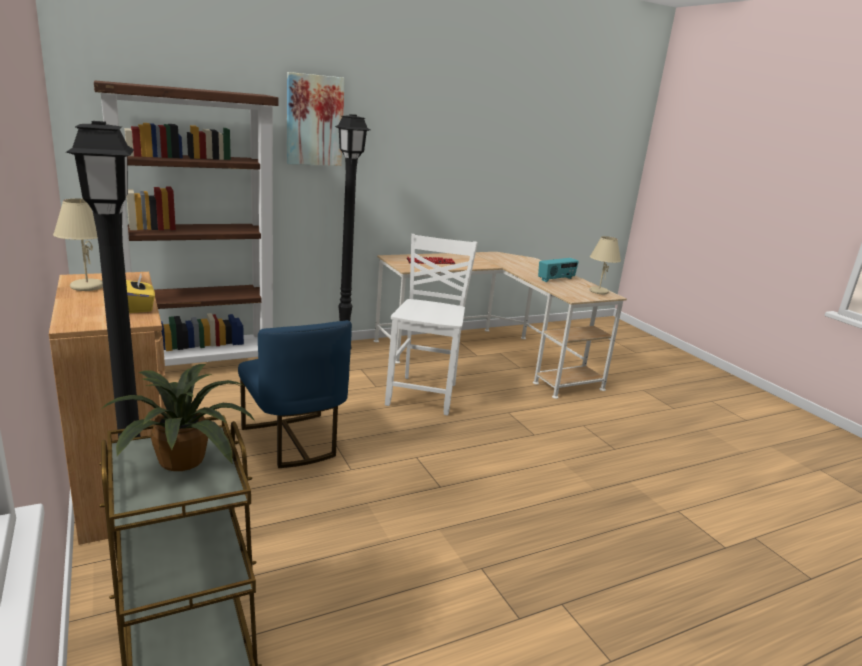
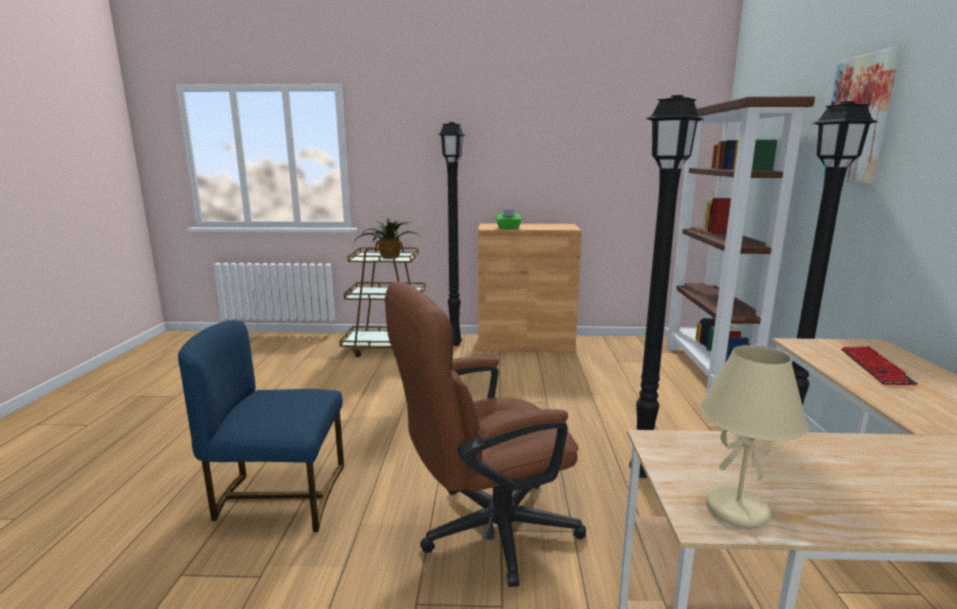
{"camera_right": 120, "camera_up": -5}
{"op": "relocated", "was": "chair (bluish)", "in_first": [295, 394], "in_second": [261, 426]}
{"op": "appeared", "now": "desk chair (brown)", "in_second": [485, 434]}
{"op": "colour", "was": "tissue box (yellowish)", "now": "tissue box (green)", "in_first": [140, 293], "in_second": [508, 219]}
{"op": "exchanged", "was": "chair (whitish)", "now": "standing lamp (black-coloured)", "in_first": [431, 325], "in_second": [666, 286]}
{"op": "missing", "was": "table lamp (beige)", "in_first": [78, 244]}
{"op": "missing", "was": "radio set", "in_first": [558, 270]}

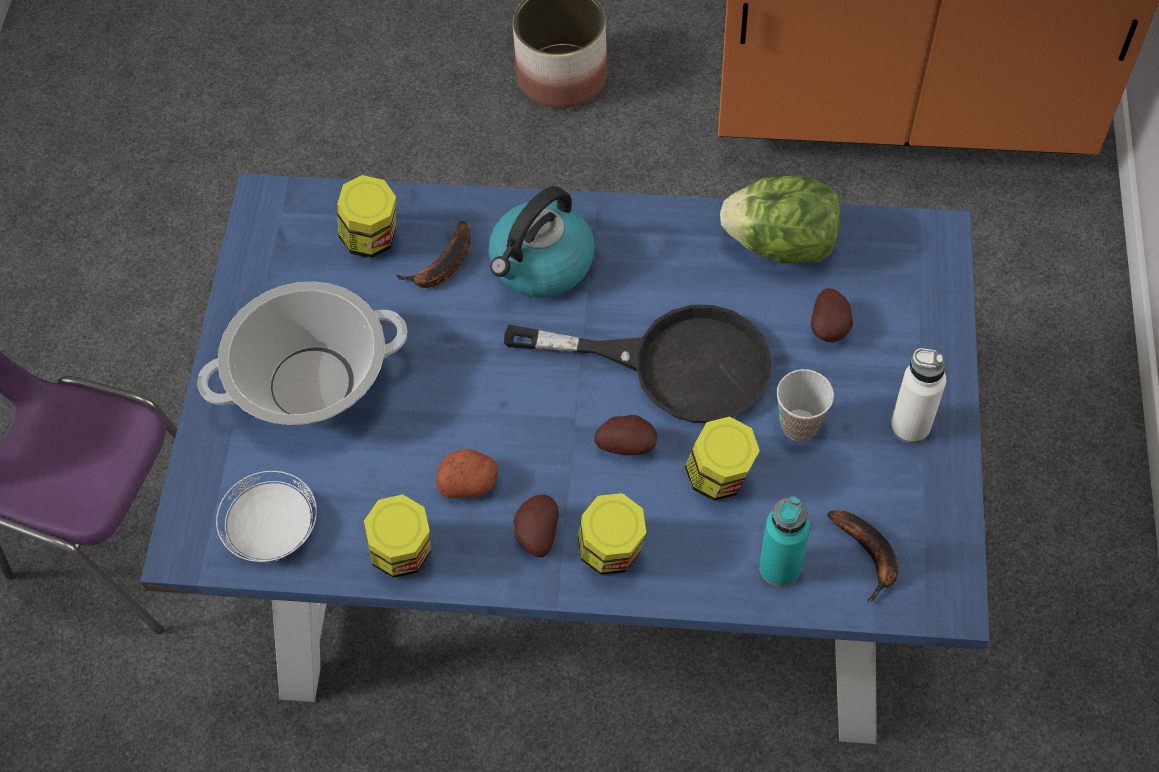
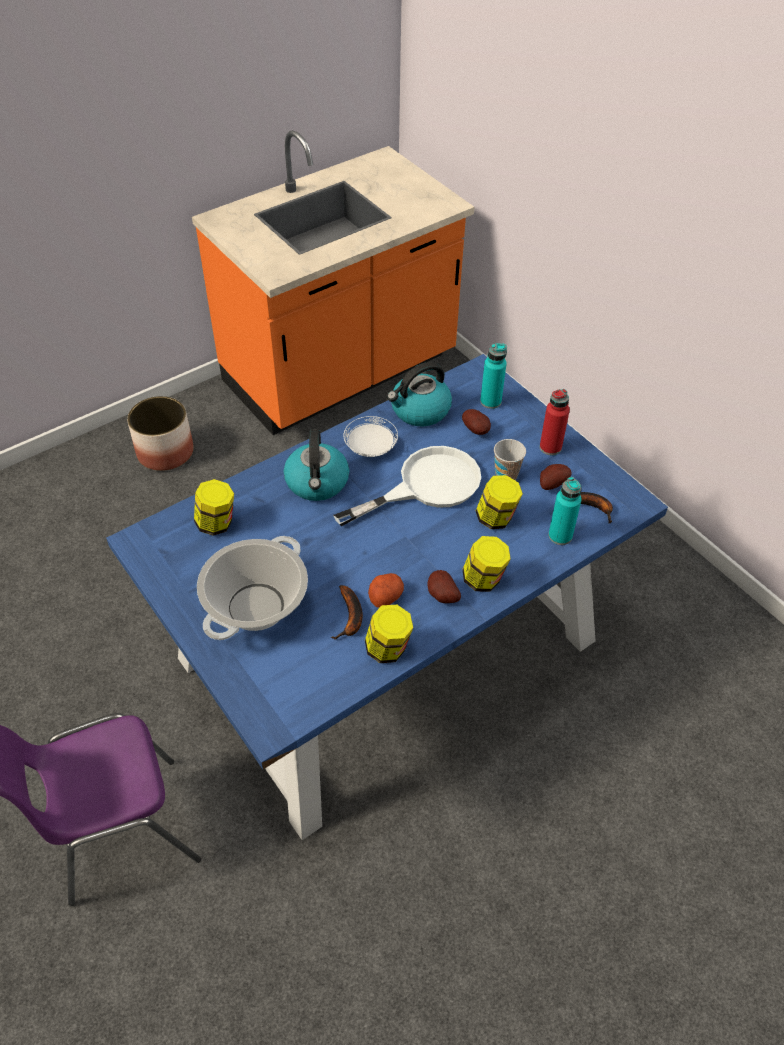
{"camera_right": -45, "camera_up": -10}
{"op": "relocated", "was": "banana", "in_first": [432, 254], "in_second": [346, 612]}
{"op": "colour", "was": "pan (black-coloured)", "now": "pan (whitish)", "in_first": [637, 364], "in_second": [407, 486]}
{"op": "relocated", "was": "plate (whitish)", "in_first": [266, 516], "in_second": [370, 436]}
{"op": "exchanged", "was": "lettuce", "now": "water kettle", "in_first": [780, 219], "in_second": [419, 394]}
{"op": "appeared", "now": "beverage bottle (turquoise)", "in_second": [493, 376]}
{"op": "colour", "was": "beverage bottle (whitish)", "now": "beverage bottle (red)", "in_first": [918, 396], "in_second": [555, 422]}
{"op": "relocated", "was": "whole potato", "in_first": [625, 435], "in_second": [556, 477]}

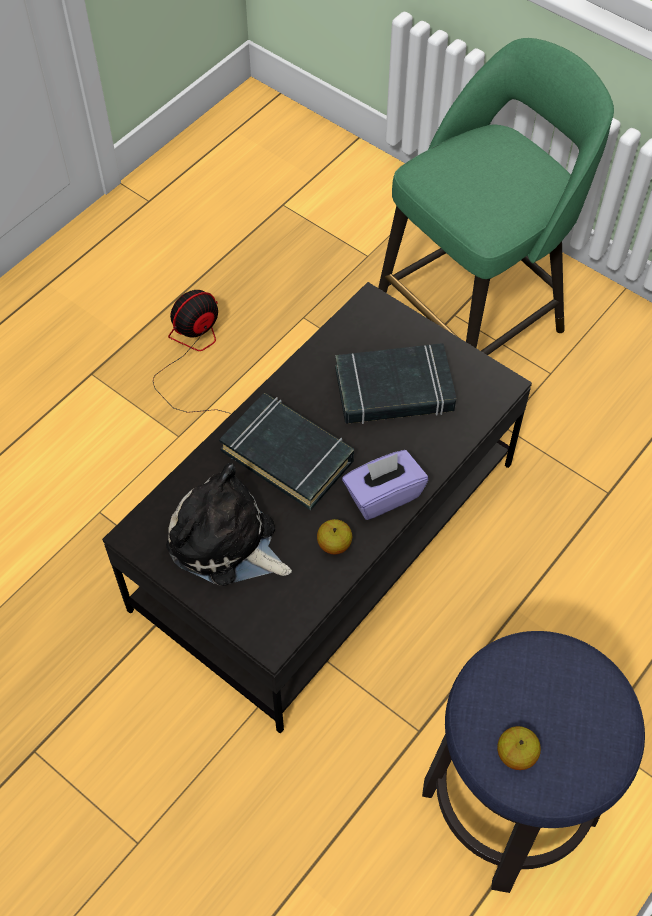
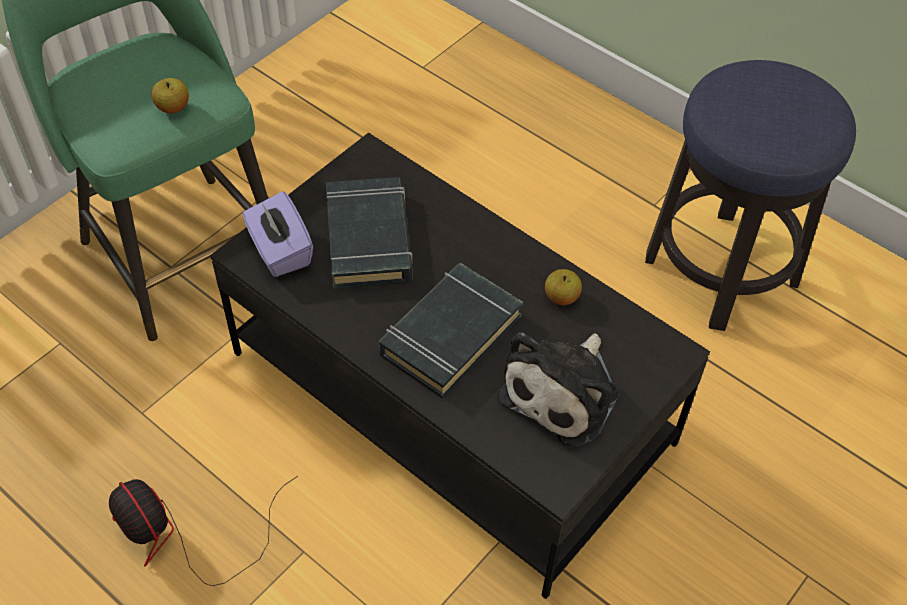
{"camera_right": -90, "camera_up": -5}
{"op": "relocated", "was": "whole apple", "in_first": [519, 748], "in_second": [170, 95]}
{"op": "relocated", "was": "tissue box (purplish)", "in_first": [385, 485], "in_second": [277, 234]}

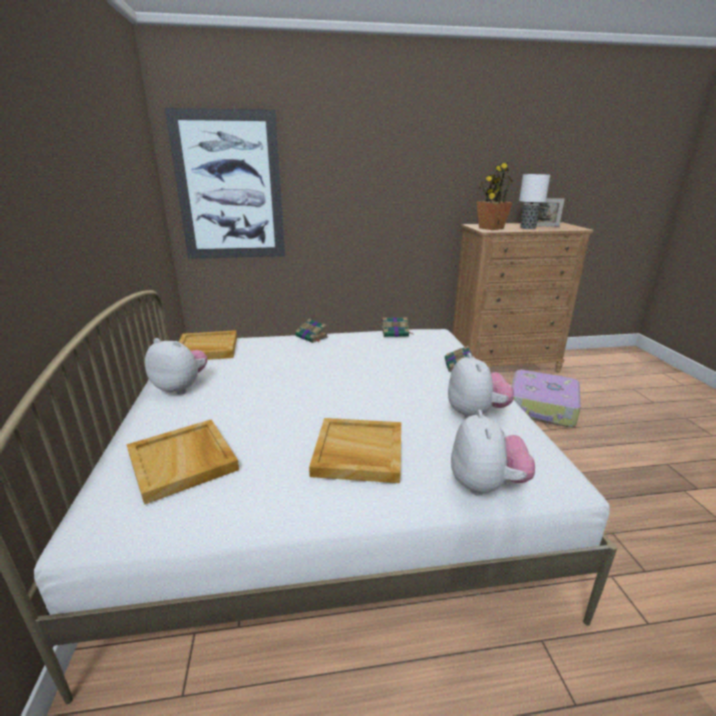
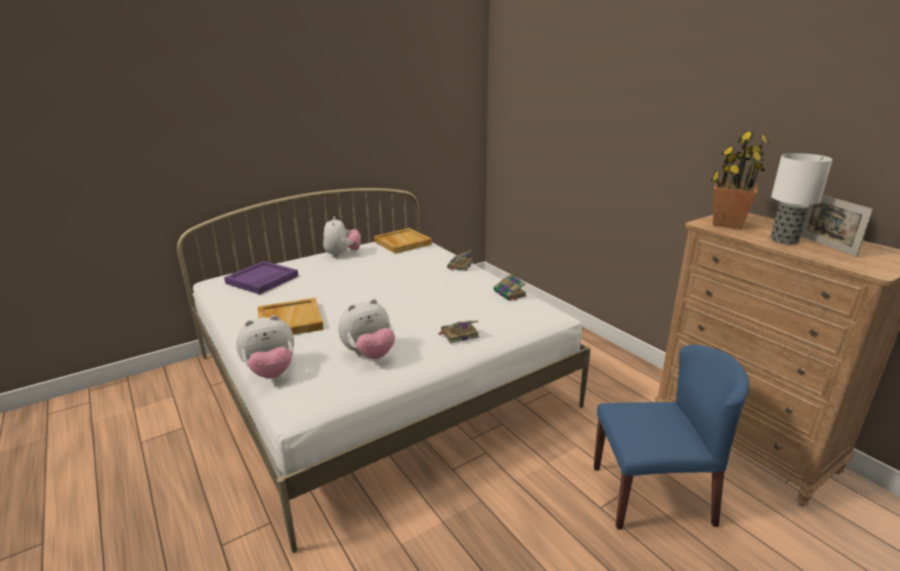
{"camera_right": 65, "camera_up": 0}
{"op": "colour", "was": "tray (beige)", "now": "tray (purplish)", "in_first": [183, 462], "in_second": [261, 278]}
{"op": "exchanged", "was": "piece of luggage", "now": "chair (bluish)", "in_first": [546, 398], "in_second": [671, 437]}
{"op": "missing", "was": "picture", "in_first": [225, 183]}

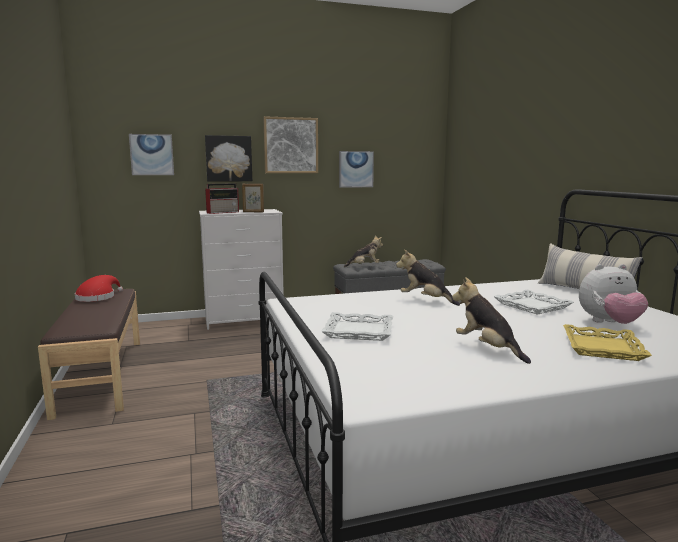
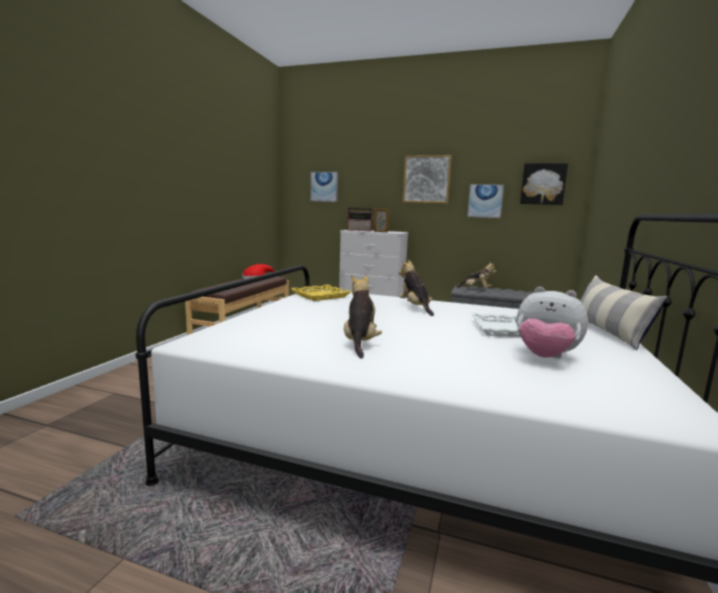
{"camera_right": 35, "camera_up": 0}
{"op": "relocated", "was": "tray (yellowish)", "in_first": [607, 342], "in_second": [321, 292]}
{"op": "relocated", "was": "picture", "in_first": [228, 158], "in_second": [544, 184]}
{"op": "missing", "was": "tray (whitish)", "in_first": [357, 326]}

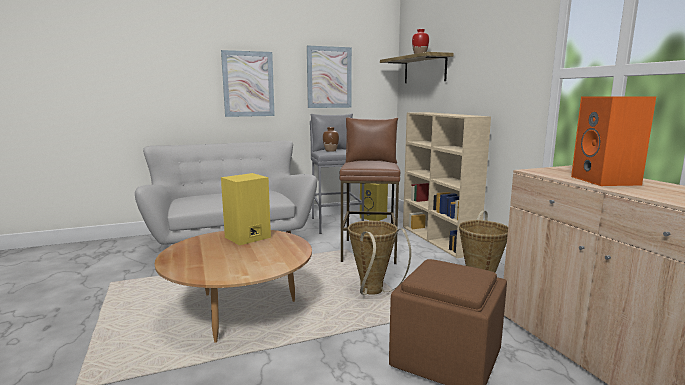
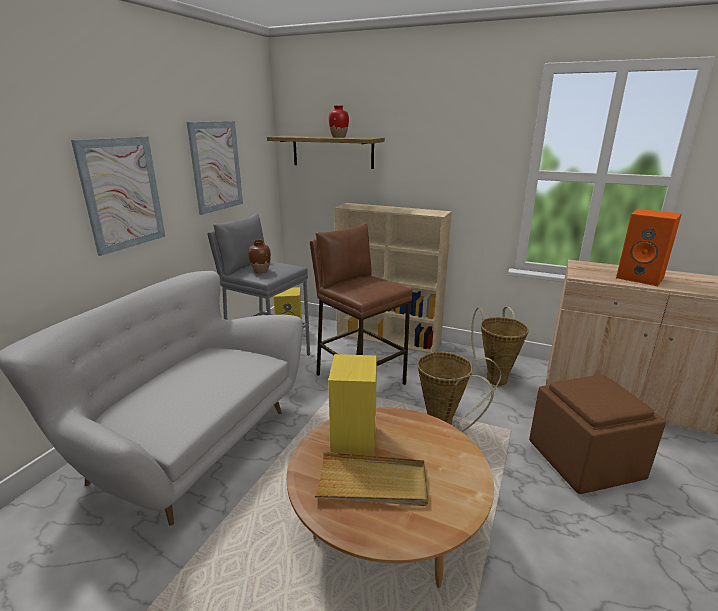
{"camera_right": -45, "camera_up": 10}
{"op": "appeared", "now": "tray (beige)", "in_second": [371, 479]}

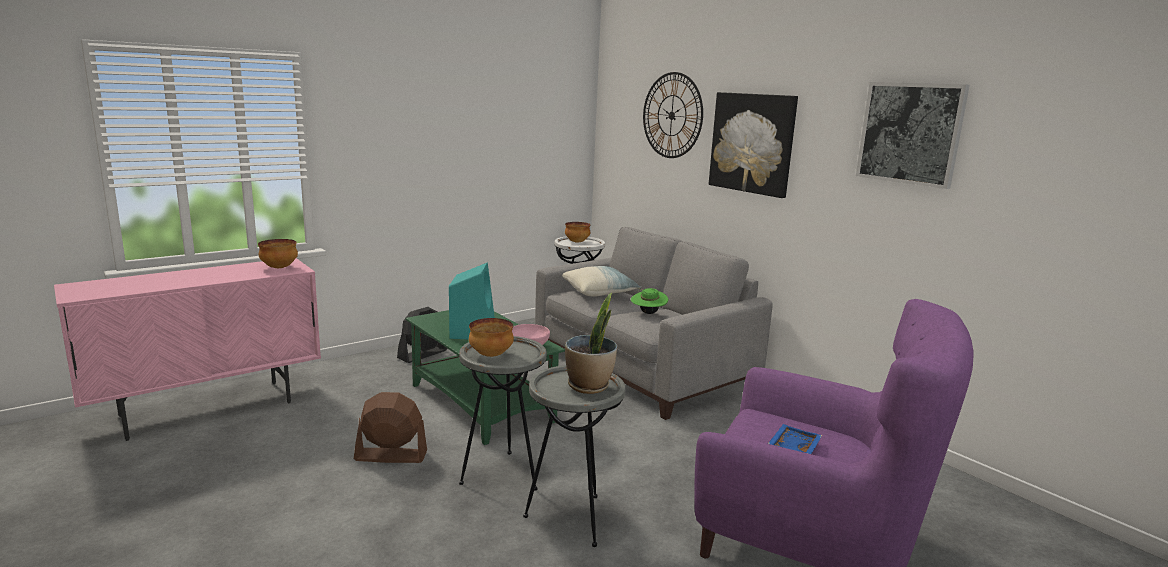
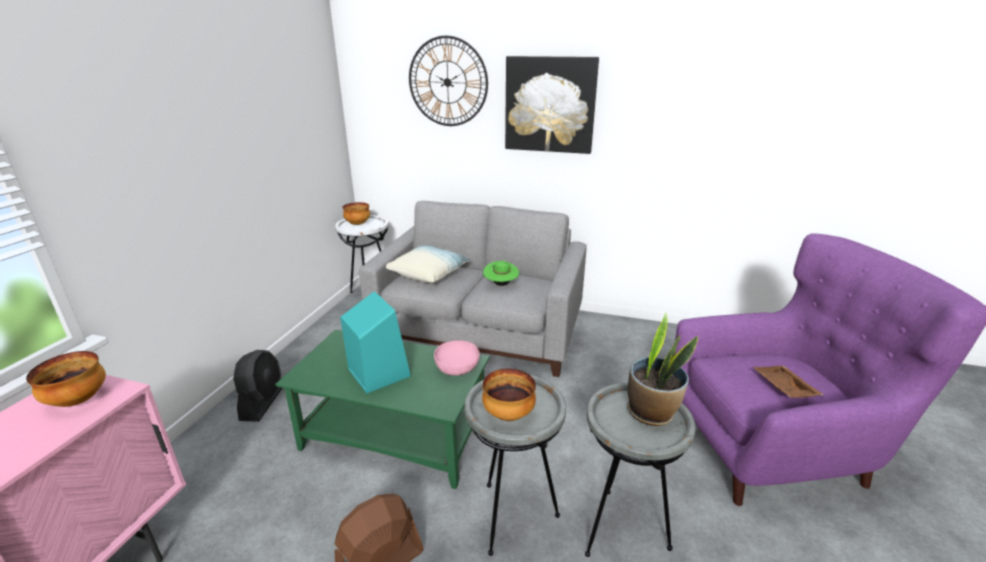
{"camera_right": -35, "camera_up": 10}
{"op": "colour", "was": "tray (bluish)", "now": "tray (brown)", "in_first": [795, 439], "in_second": [788, 382]}
{"op": "missing", "was": "picture", "in_first": [913, 135]}

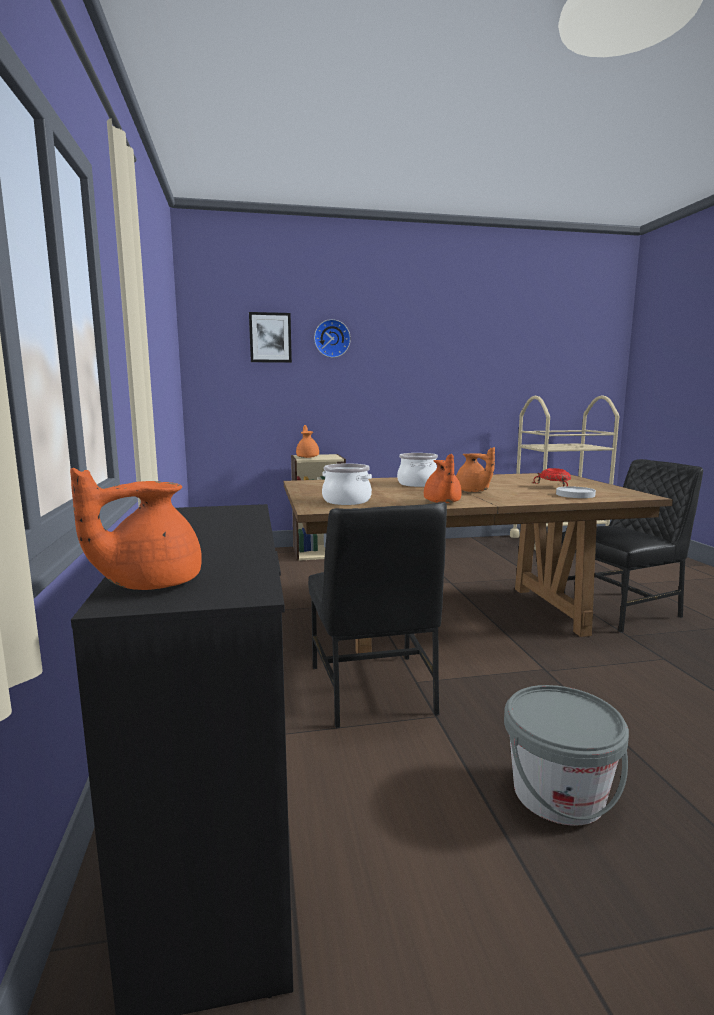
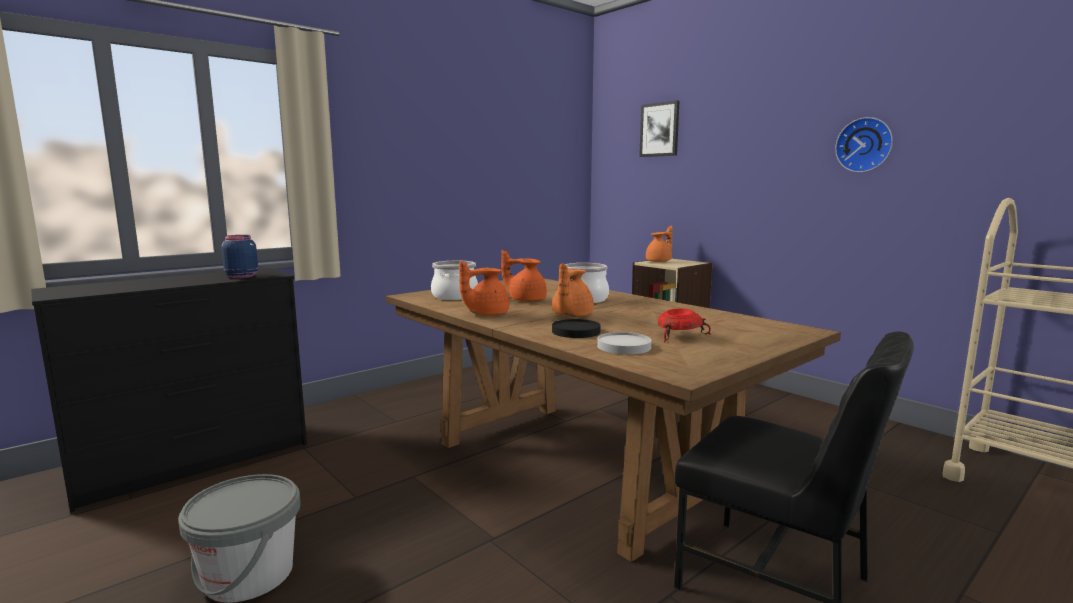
{"camera_right": 60, "camera_up": 0}
{"op": "appeared", "now": "preserve jar (bluish)", "in_second": [240, 257]}
{"op": "relocated", "was": "teapot (orange-coloured)", "in_first": [136, 529], "in_second": [524, 276]}
{"op": "appeared", "now": "plate (black-coloured)", "in_second": [576, 328]}
{"op": "relocated", "was": "wall clock", "in_first": [332, 338], "in_second": [864, 144]}
{"op": "missing", "was": "chair (black-coloured)", "in_first": [377, 615]}

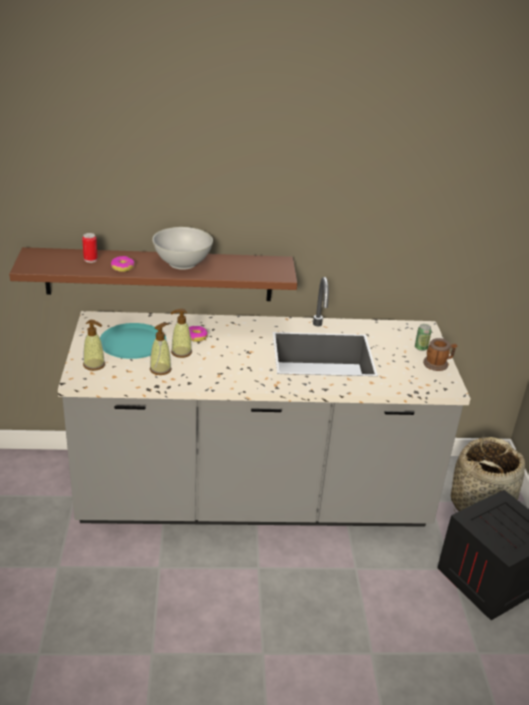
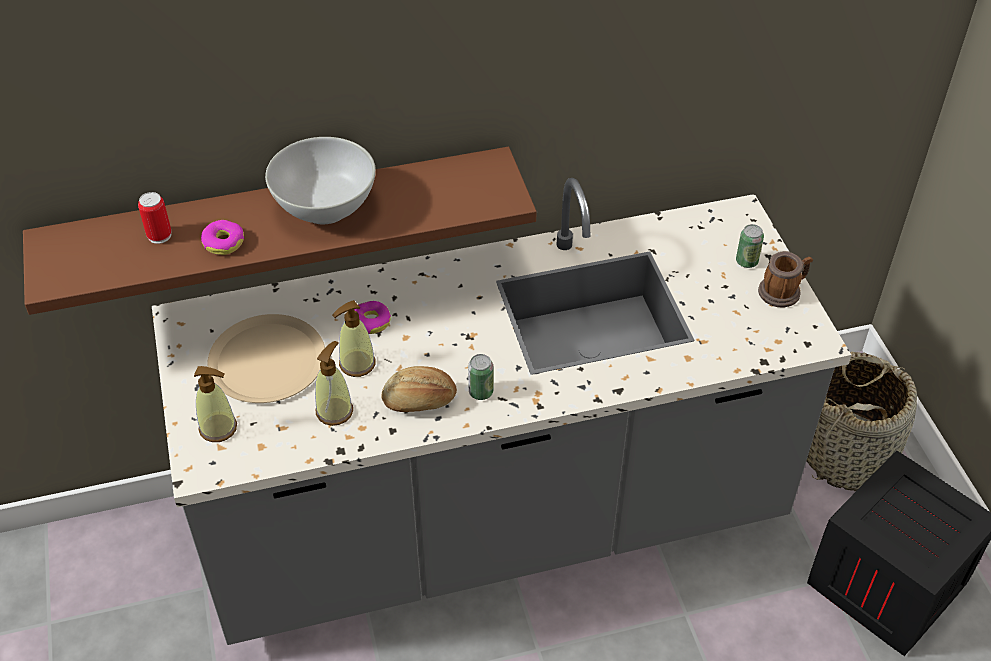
{"camera_right": -10, "camera_up": 15}
{"op": "colour", "was": "plate (turquoise)", "now": "plate (beige)", "in_first": [133, 341], "in_second": [266, 358]}
{"op": "appeared", "now": "bakery bread", "in_second": [419, 389]}
{"op": "appeared", "now": "metal can", "in_second": [480, 377]}

